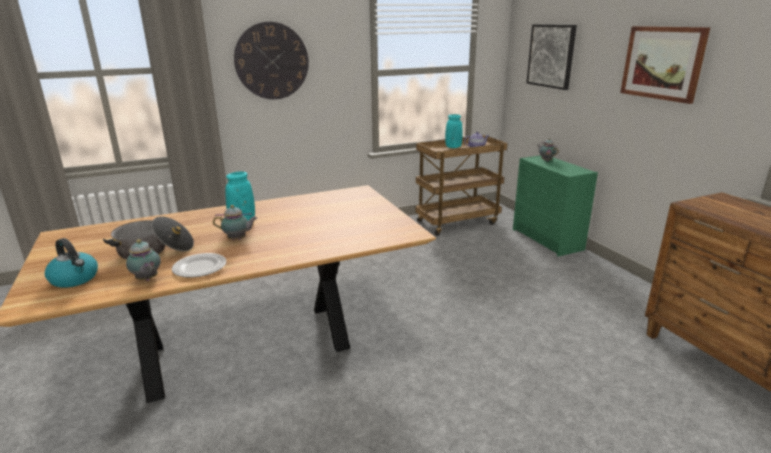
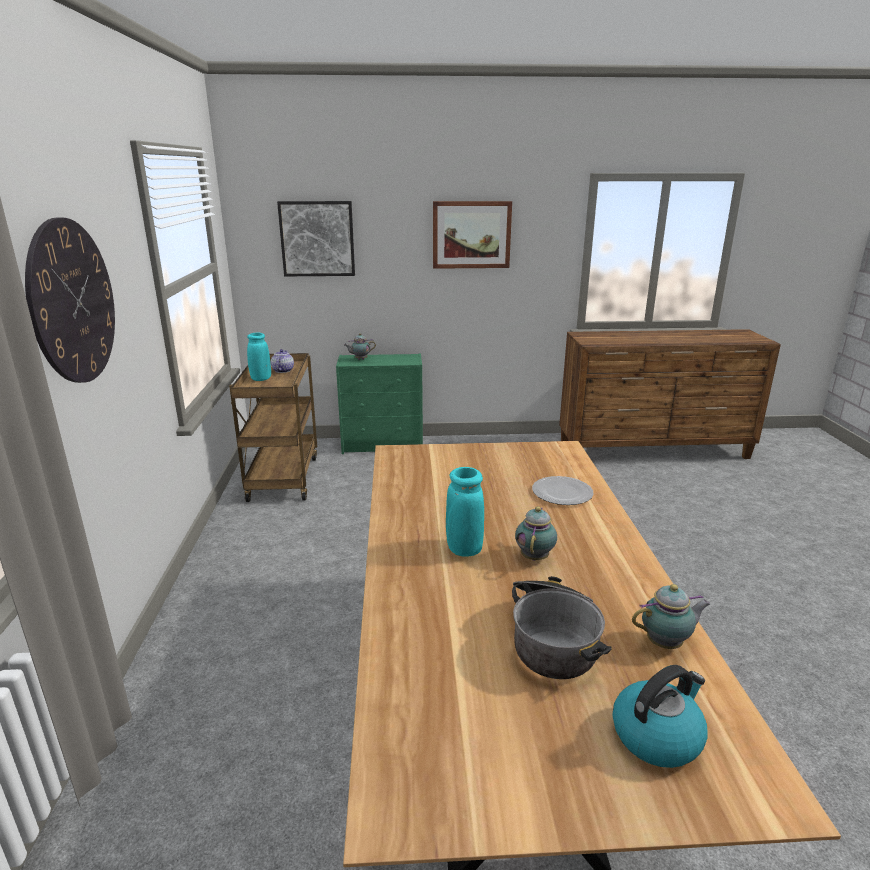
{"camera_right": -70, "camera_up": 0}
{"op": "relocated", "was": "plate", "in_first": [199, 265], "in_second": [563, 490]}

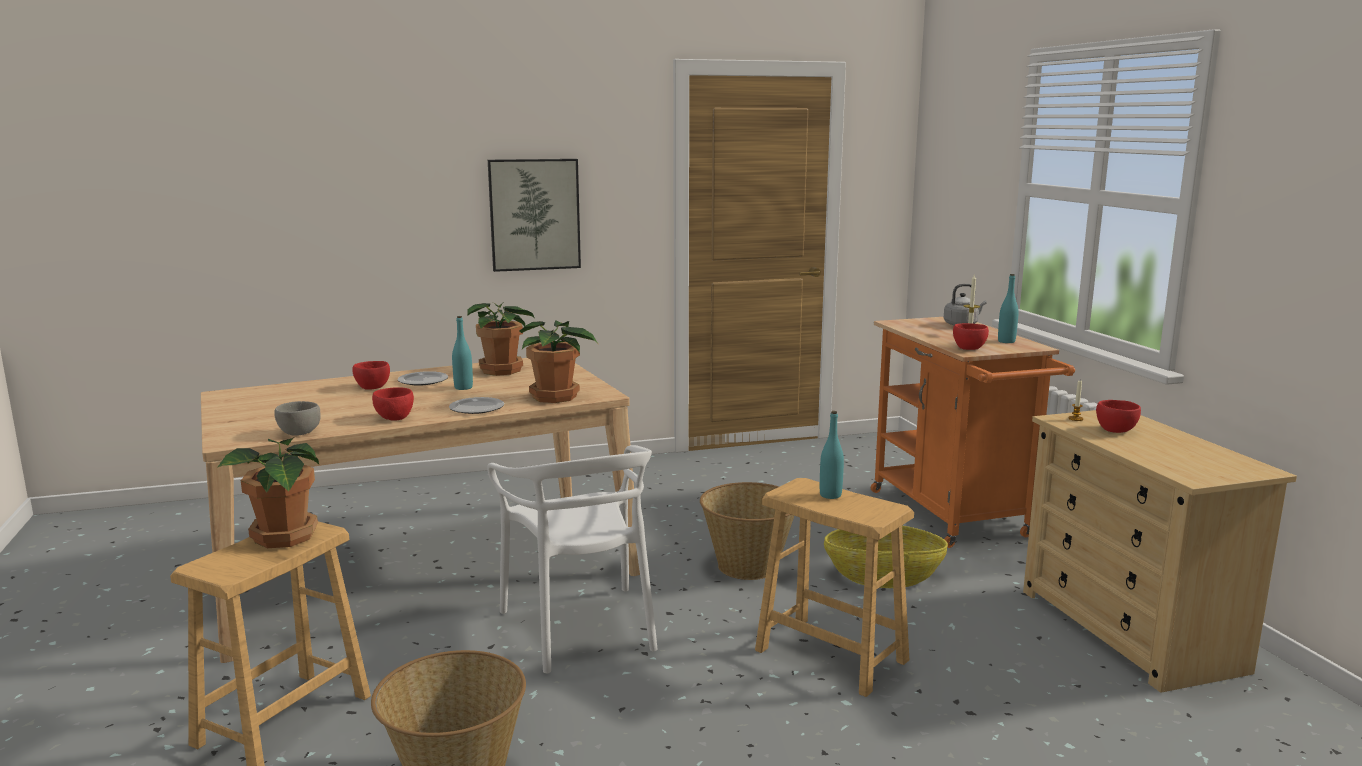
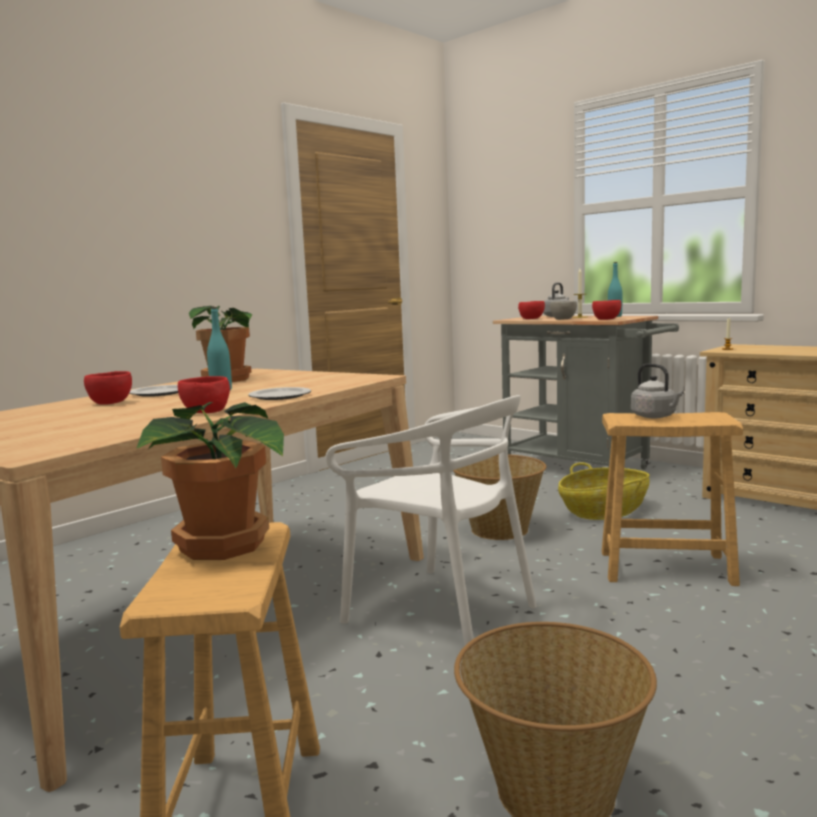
{"camera_right": -30, "camera_up": -5}
{"op": "colour", "was": "wheeled cart (orange-coloured)", "now": "wheeled cart (gray)", "in_first": [973, 432], "in_second": [586, 393]}
{"op": "relocated", "was": "bowl (red)", "in_first": [1118, 416], "in_second": [531, 310]}
{"op": "relocated", "was": "bowl (gray)", "in_first": [297, 418], "in_second": [563, 310]}
{"op": "exchanged", "was": "beverage bottle (turquoise)", "now": "water kettle (gray)", "in_first": [832, 455], "in_second": [657, 390]}
{"op": "missing", "was": "picture", "in_first": [534, 215]}
{"op": "missing", "was": "potted plant", "in_first": [559, 362]}

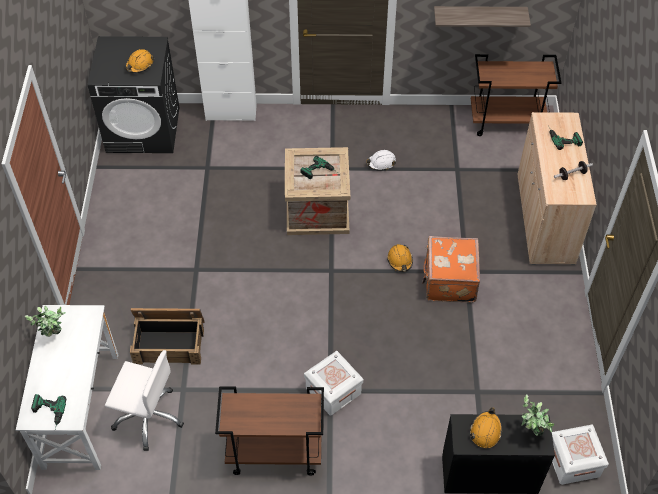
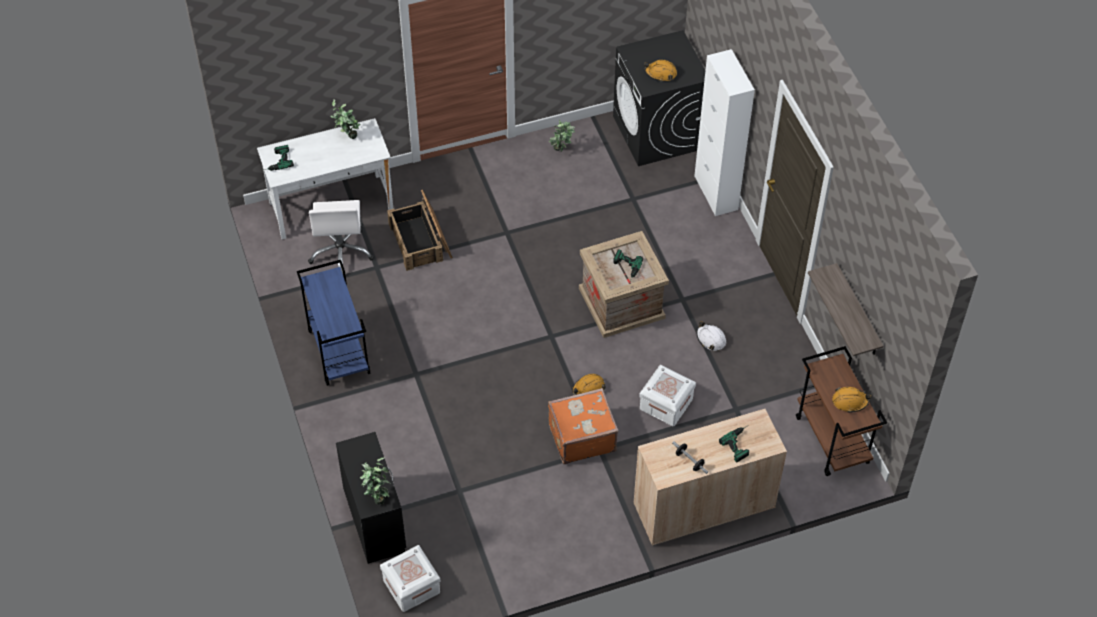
{"camera_right": 70, "camera_up": 0}
{"op": "colour", "was": "wheeled cart (brown)", "now": "wheeled cart (bluish)", "in_first": [269, 431], "in_second": [334, 323]}
{"op": "appeared", "now": "potted plant", "in_second": [561, 135]}
{"op": "relocated", "was": "storage container (whitish)", "in_first": [333, 383], "in_second": [667, 395]}
{"op": "relocated", "was": "work helmet (orange-coloured)", "in_first": [486, 427], "in_second": [851, 400]}

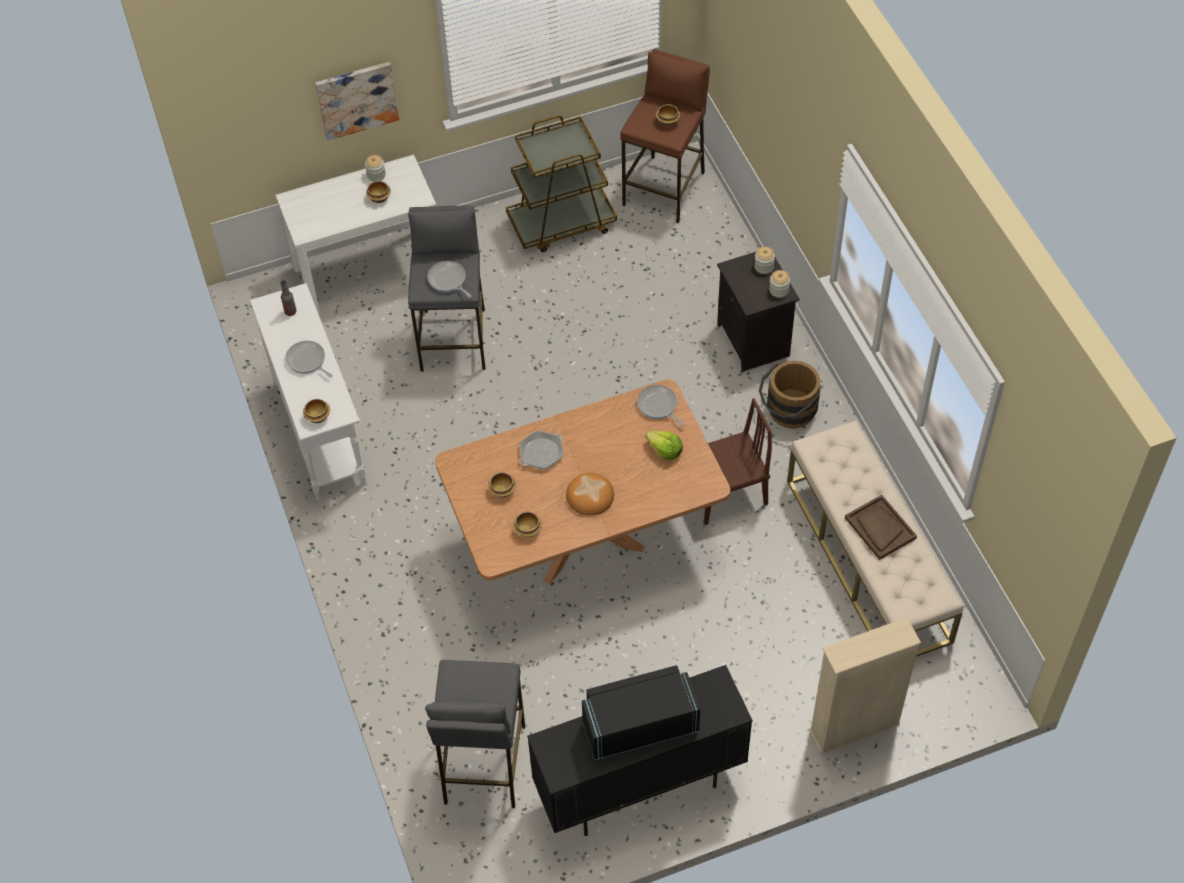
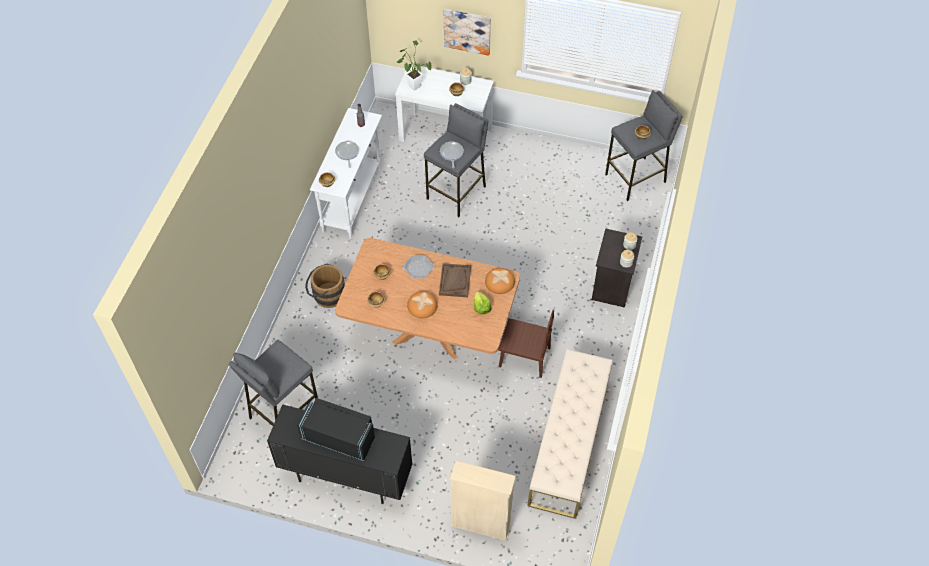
{"camera_right": 35, "camera_up": 0}
{"op": "relocated", "was": "bucket (brown)", "in_first": [790, 394], "in_second": [325, 285]}
{"op": "appeared", "now": "potted plant", "in_second": [414, 65]}
{"op": "relocated", "was": "tray (brown)", "in_first": [881, 527], "in_second": [455, 280]}
{"op": "exchanged", "was": "pan", "now": "bakery bread", "in_first": [661, 405], "in_second": [500, 281]}
{"op": "colour", "was": "stool (brown)", "now": "stool (gray)", "in_first": [665, 136], "in_second": [644, 145]}
{"op": "missing", "was": "wheeled cart (brown)", "in_first": [561, 183]}

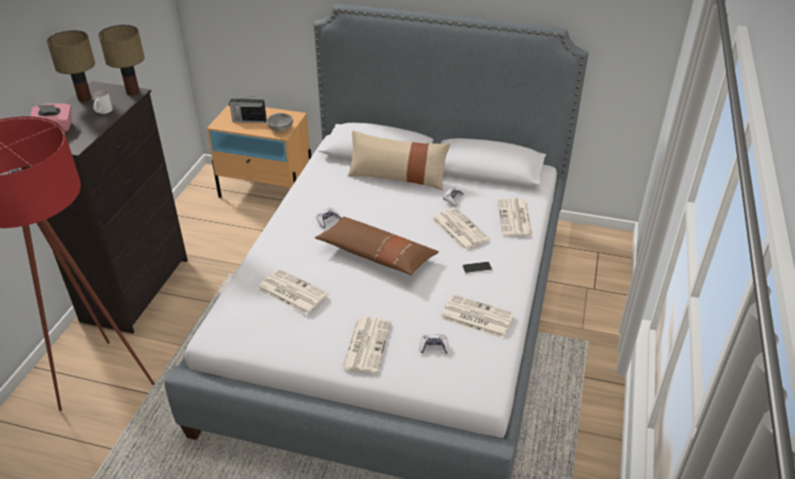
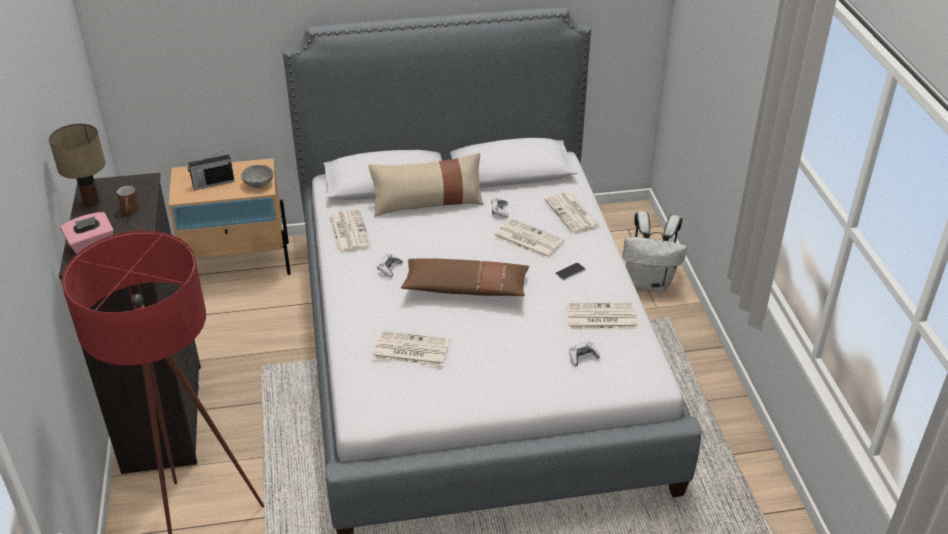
{"camera_right": -25, "camera_up": 0}
{"op": "colour", "was": "coffee mug (whitish)", "now": "coffee mug (brown)", "in_first": [103, 102], "in_second": [128, 200]}
{"op": "relocated", "was": "newspaper", "in_first": [366, 345], "in_second": [350, 231]}
{"op": "appeared", "now": "backpack (whitish)", "in_second": [655, 251]}
{"op": "missing", "was": "table lamp", "in_first": [121, 60]}

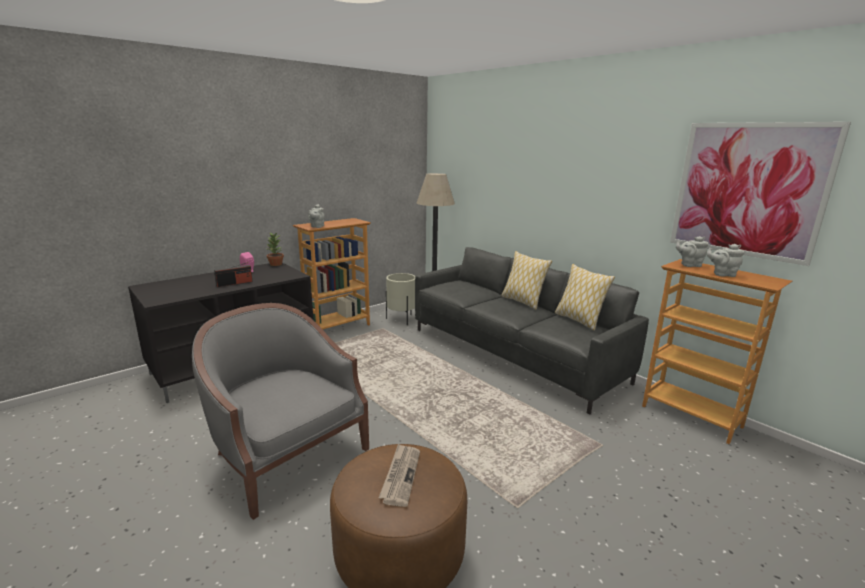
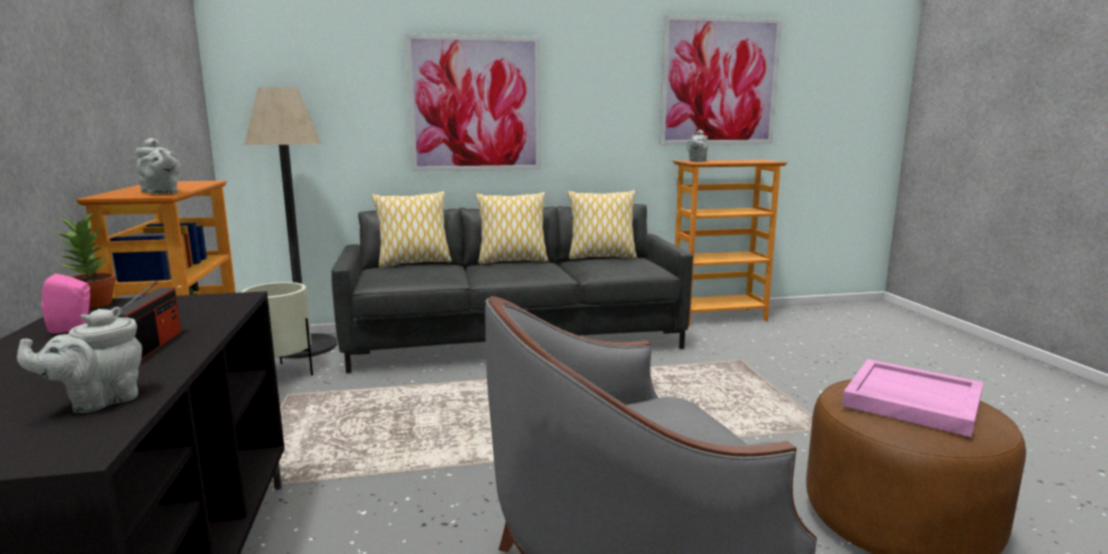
{"camera_right": -60, "camera_up": -5}
{"op": "relocated", "was": "teapot (gray)", "in_first": [725, 260], "in_second": [79, 360]}
{"op": "appeared", "now": "pillow", "in_second": [411, 229]}
{"op": "appeared", "now": "picture", "in_second": [473, 103]}
{"op": "exchanged", "was": "newspaper", "now": "tray (pinkish)", "in_first": [399, 475], "in_second": [913, 398]}

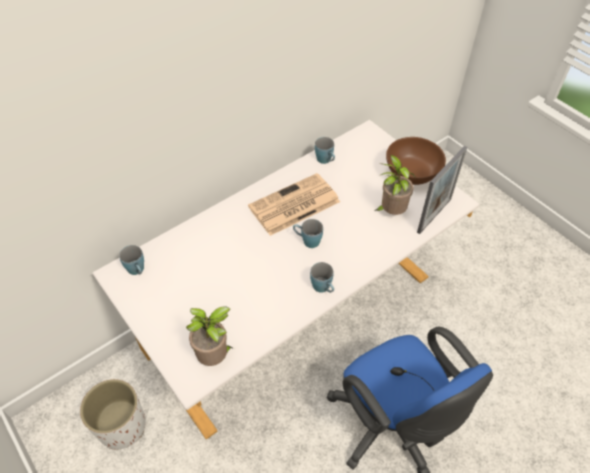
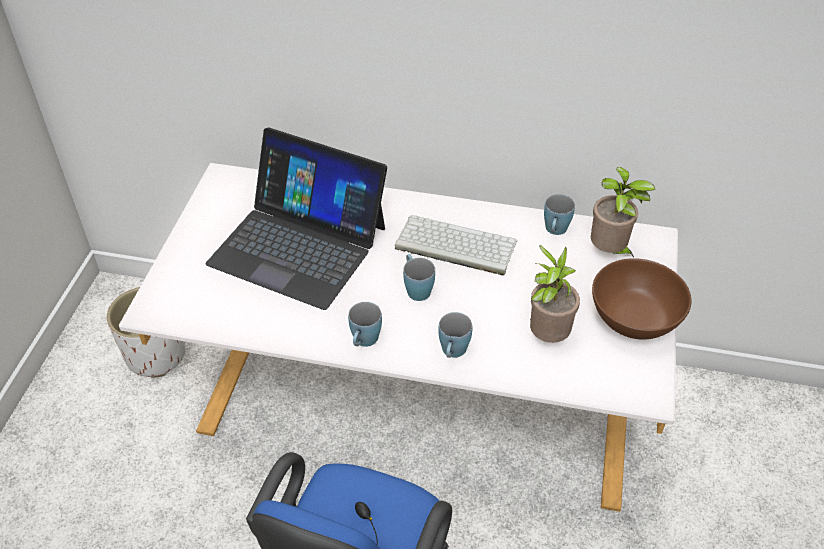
{"camera_right": 50, "camera_up": -5}
{"op": "appeared", "now": "laptop", "in_second": [296, 218]}
{"op": "exchanged", "was": "newspaper", "now": "keyboard", "in_first": [294, 204], "in_second": [456, 245]}
{"op": "relocated", "was": "coffee mug (bluish)", "in_first": [131, 260], "in_second": [455, 335]}
{"op": "relocated", "was": "potted plant", "in_first": [210, 336], "in_second": [623, 212]}
{"op": "missing", "was": "photo frame", "in_first": [442, 190]}

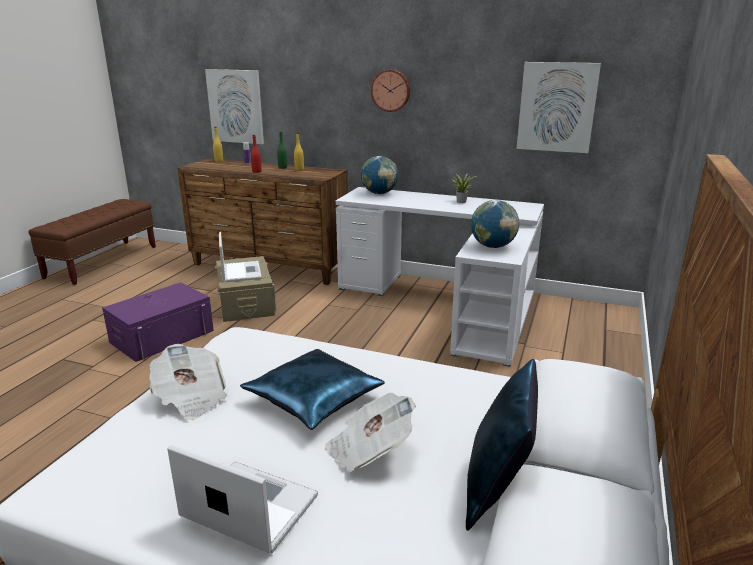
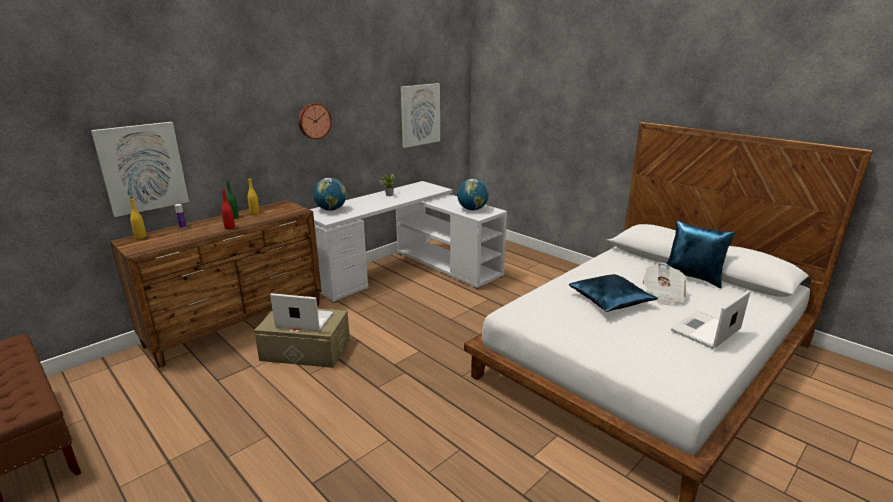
{"camera_right": -65, "camera_up": 0}
{"op": "missing", "was": "storage container (purplish)", "in_first": [158, 322]}
{"op": "missing", "was": "newspaper", "in_first": [188, 382]}

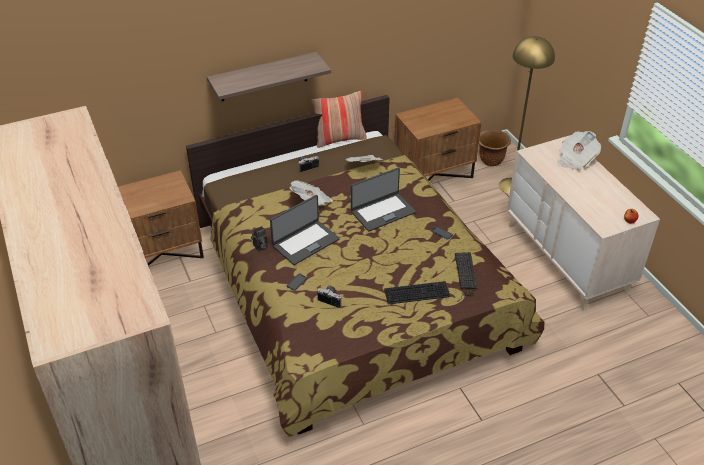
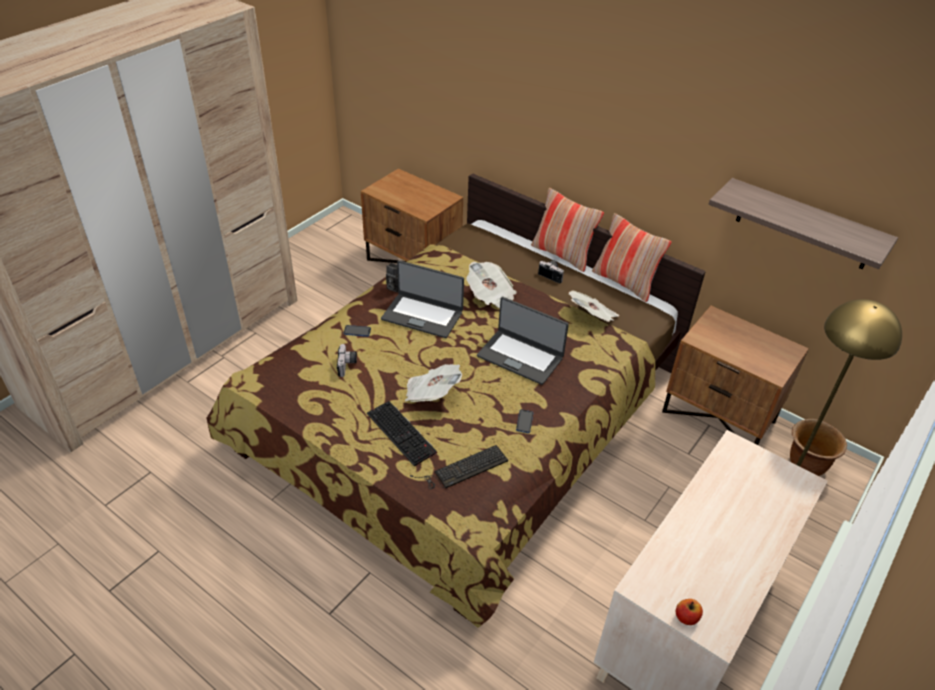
{"camera_right": 60, "camera_up": 0}
{"op": "relocated", "was": "newspaper", "in_first": [579, 151], "in_second": [433, 383]}
{"op": "appeared", "now": "pillow", "in_second": [567, 230]}
{"op": "relocated", "was": "wall shelf", "in_first": [269, 76], "in_second": [803, 223]}

